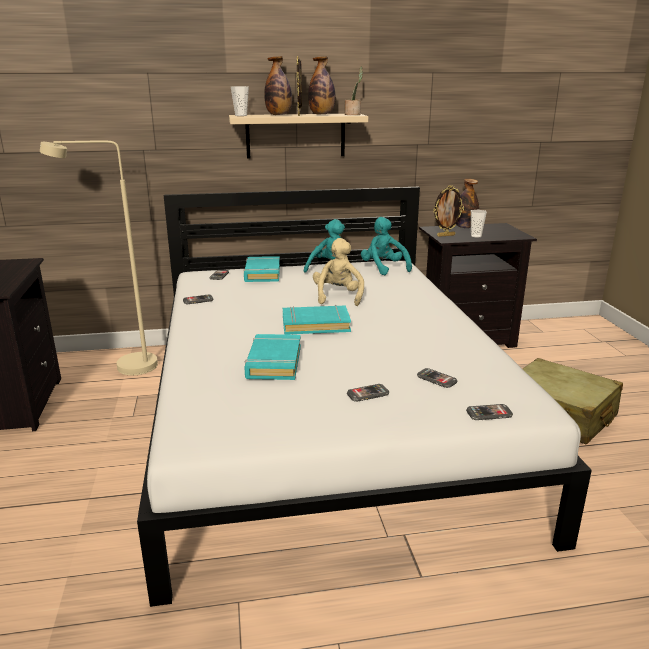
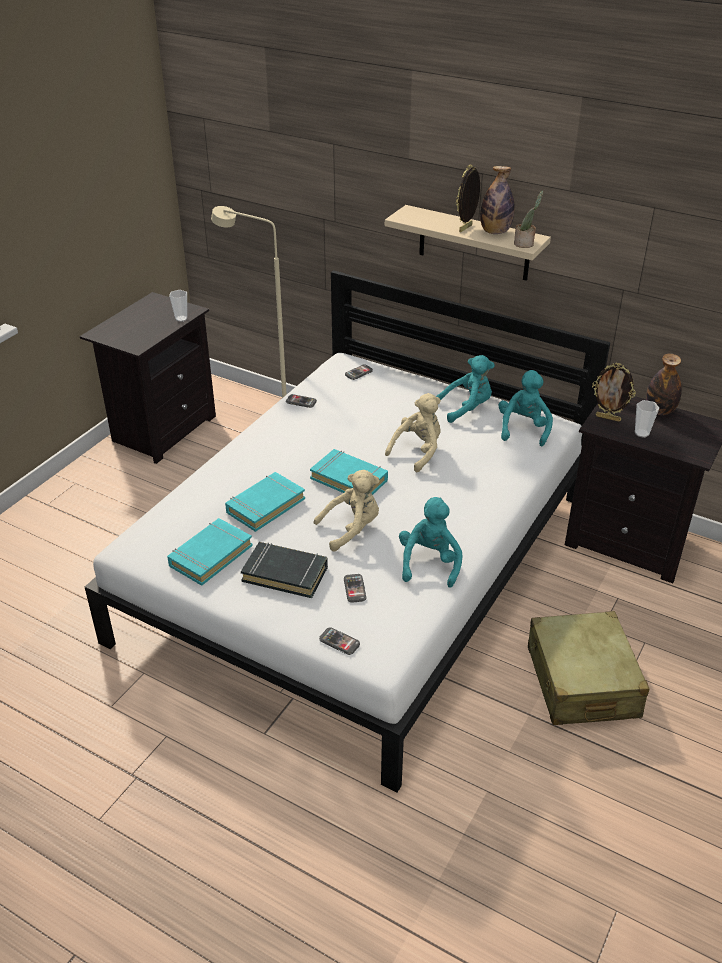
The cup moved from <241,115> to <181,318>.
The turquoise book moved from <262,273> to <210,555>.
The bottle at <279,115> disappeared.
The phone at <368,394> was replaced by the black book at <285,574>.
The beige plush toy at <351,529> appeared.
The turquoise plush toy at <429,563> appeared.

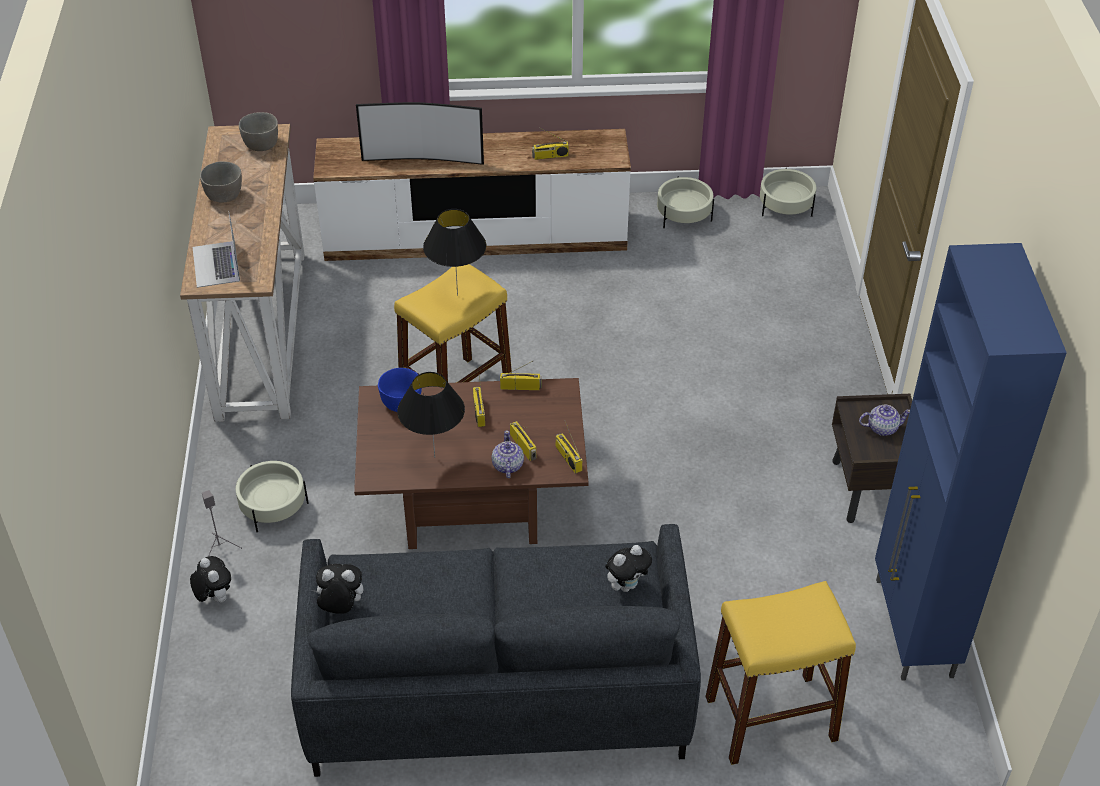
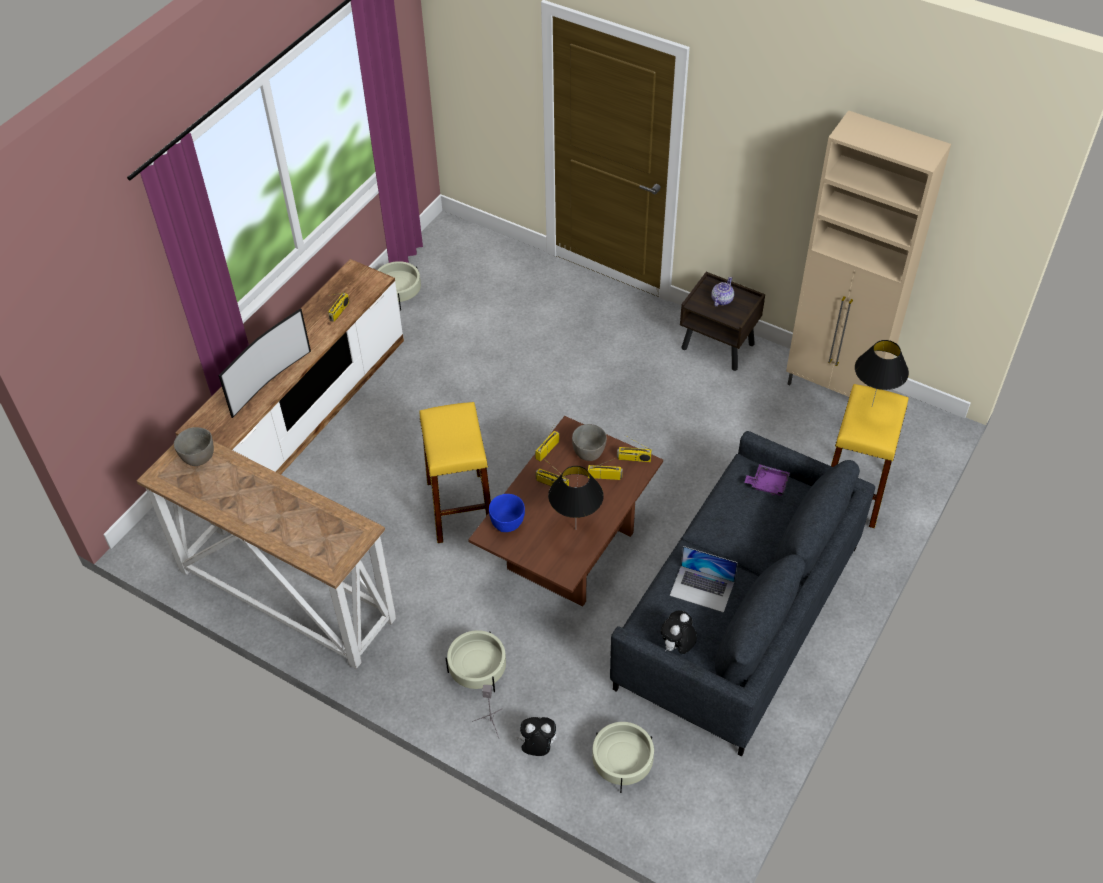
The laptop moved from <216,264> to <702,588>.
The grey bowl moved from <225,196> to <589,452>.
The black table lamp moved from <457,295> to <872,406>.
The teapot at <507,466> disappeared.
The plush toy at <627,585> was replaced by the purple tray at <768,484>.
The beige planter moved from <785,207> to <622,763>.
The blue cabinet at <913,629> became the beige cabinet at <834,389>.

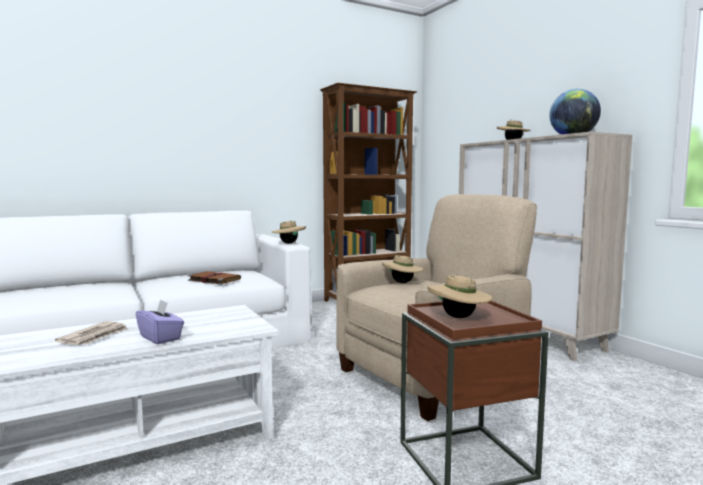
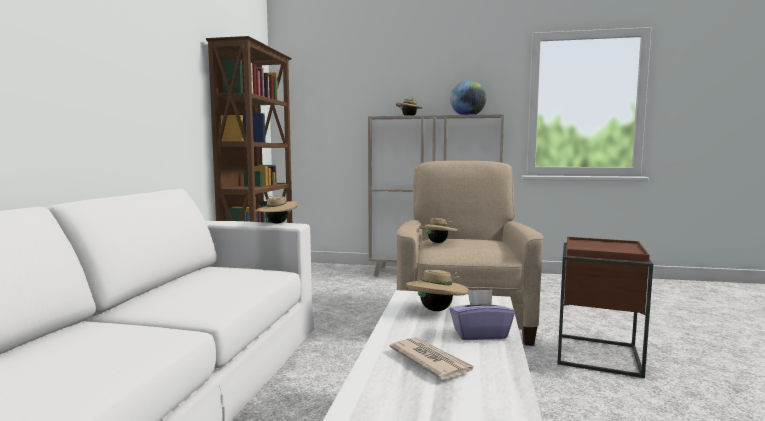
The brown book at <213,280> disappeared.
The beige hat moved from <459,317> to <437,310>.

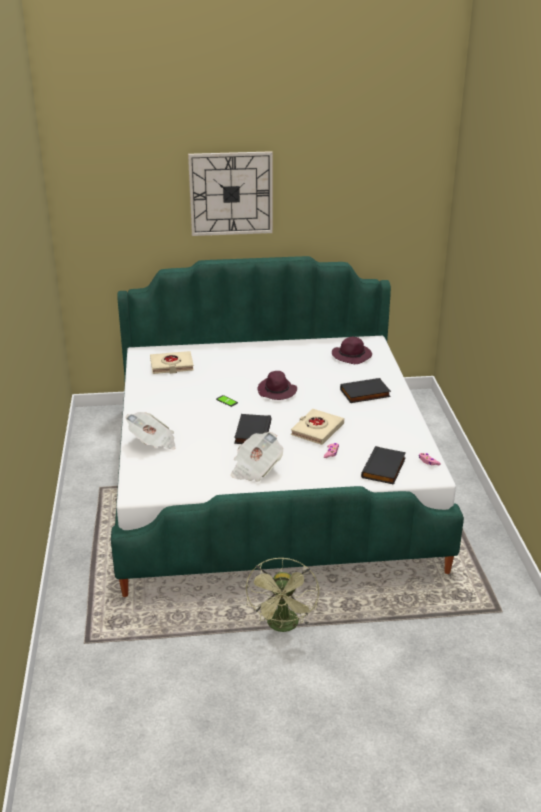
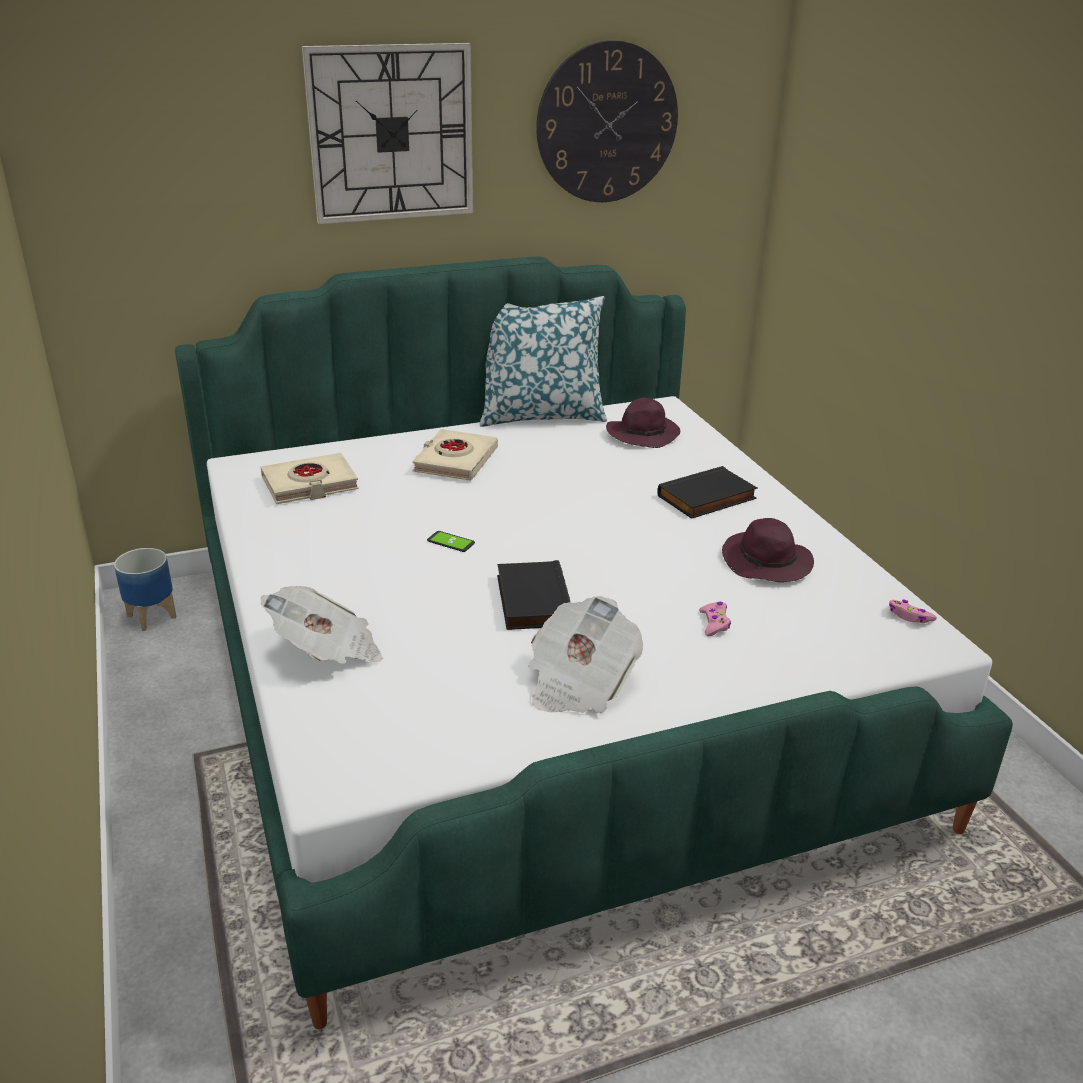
The green fan at <283,627> disappeared.
The purple hat moved from <277,391> to <767,563>.
The beige book moved from <317,430> to <455,461>.
The black book at <384,468> disappeared.
The planter at <151,616> appeared.
The pillow at <540,415> appeared.
The wall clock at <607,123> appeared.

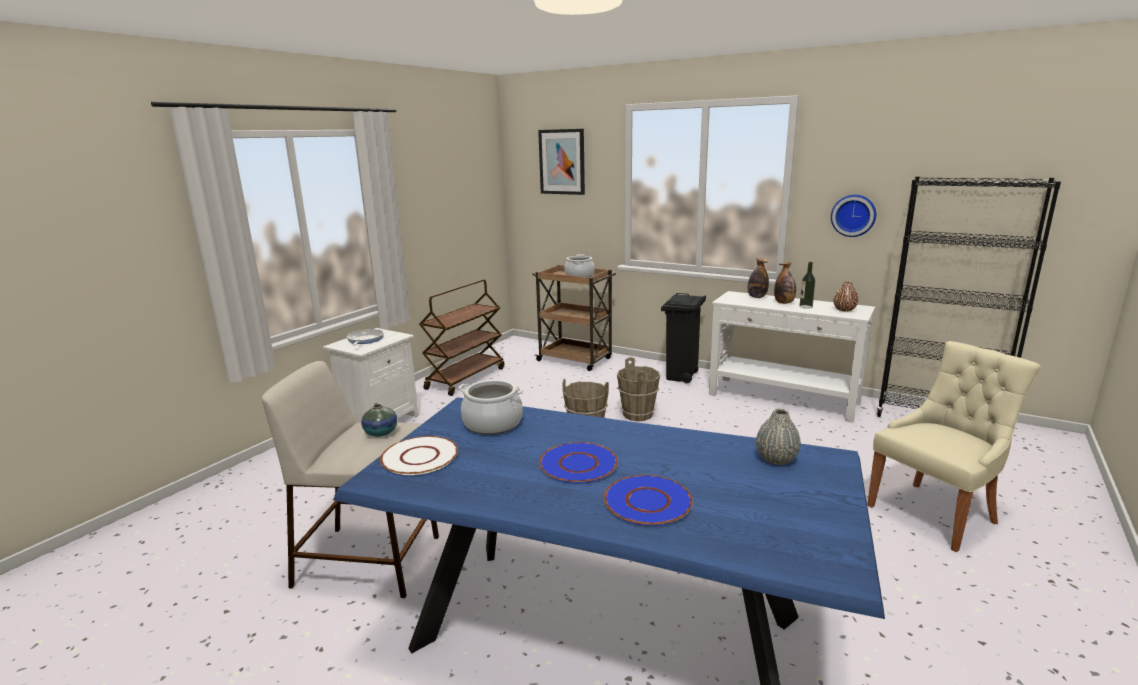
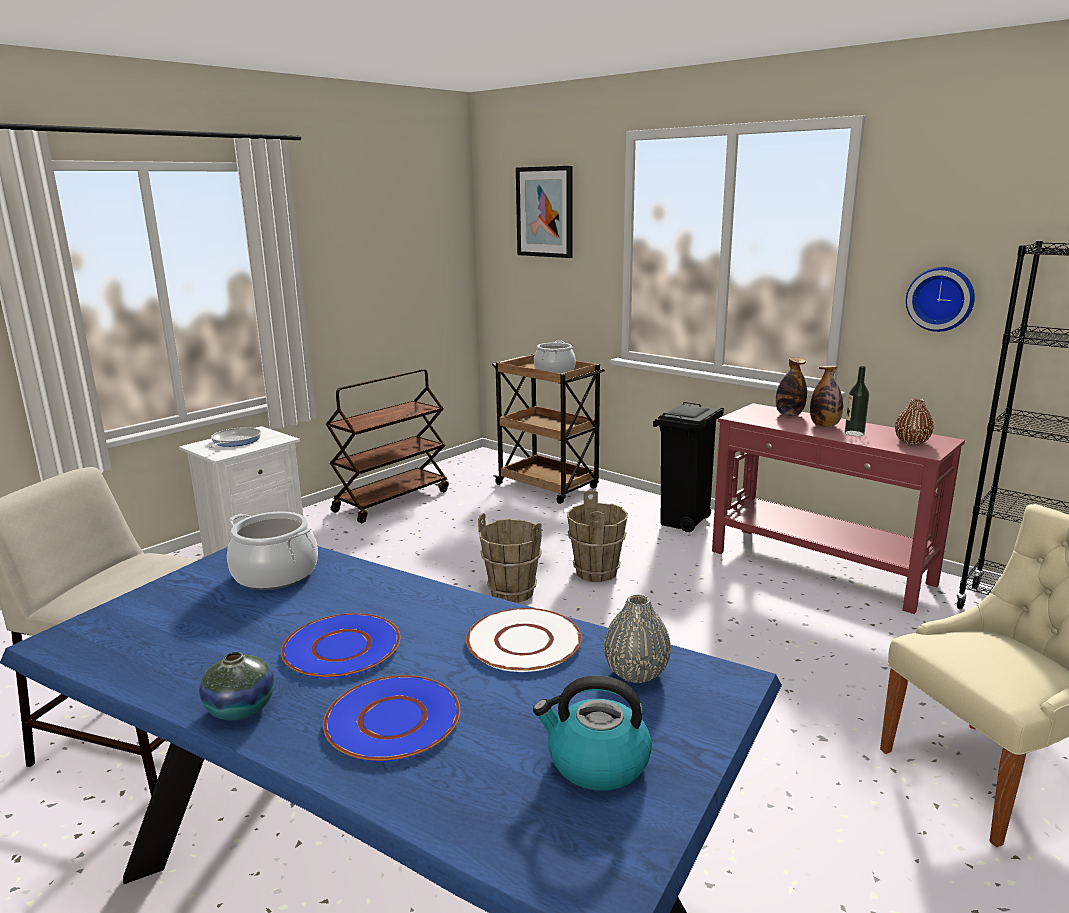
The vase moved from <381,433> to <240,709>.
The white plate moved from <420,457> to <524,642>.
The white console table at <783,399> became the red console table at <820,568>.
The kettle at <596,762> appeared.

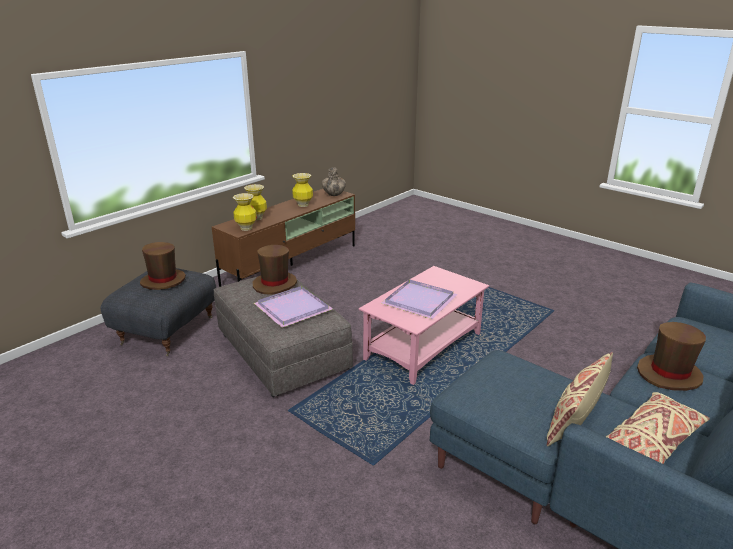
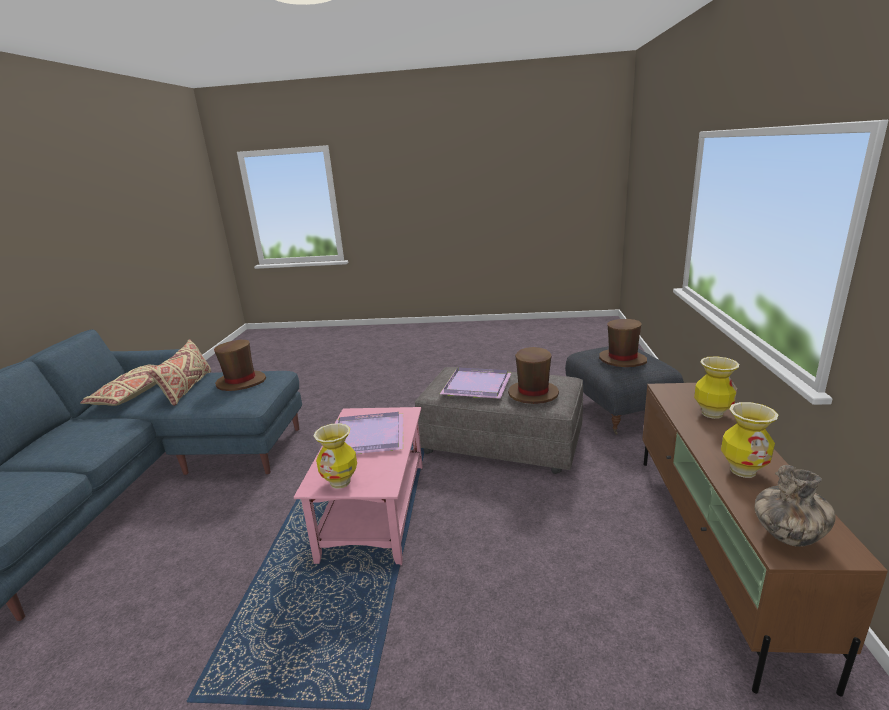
The vase moved from <246,228> to <340,482>.
The brown hat moved from <669,374> to <241,382>.

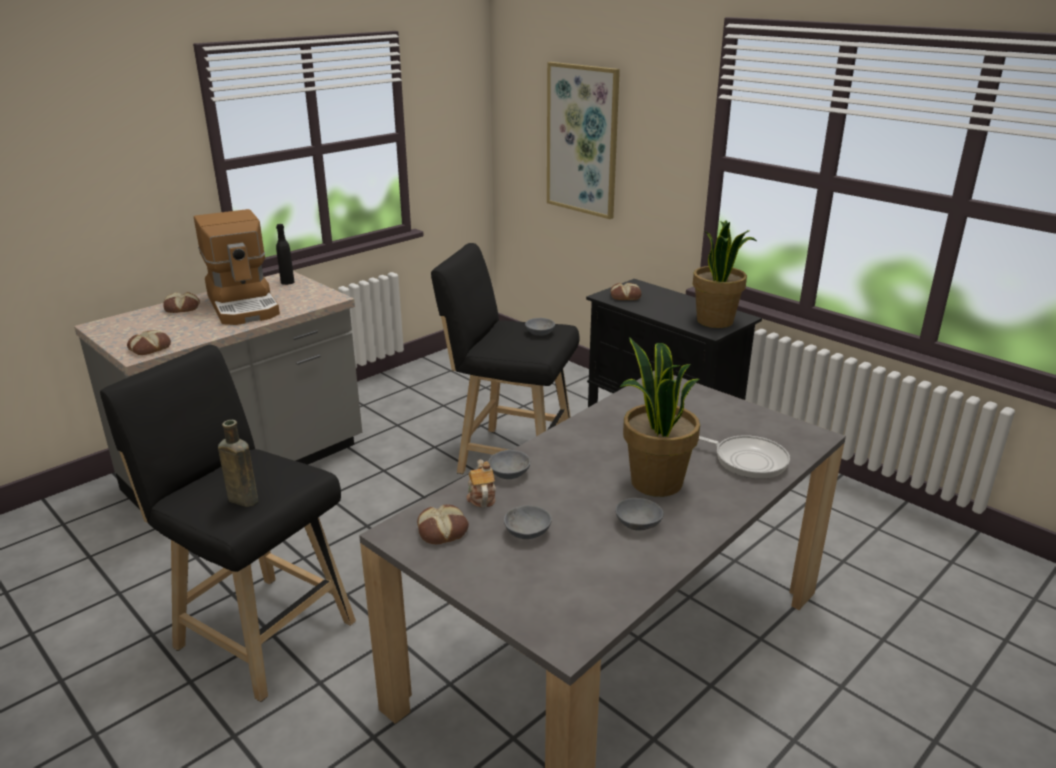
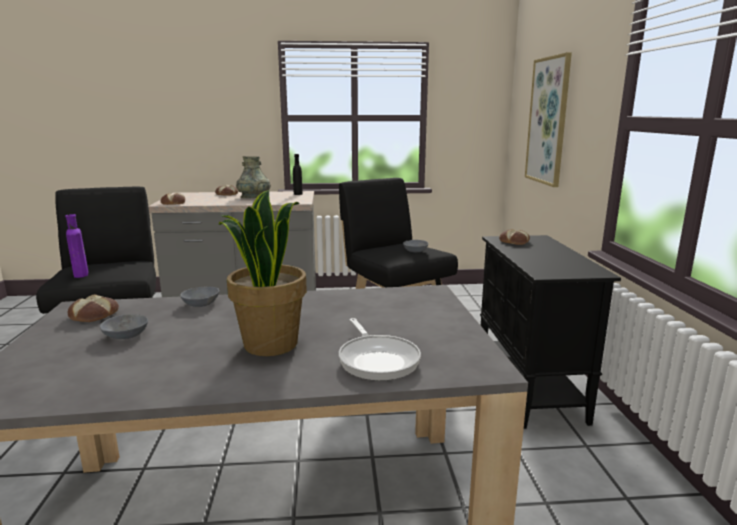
The coffee machine at <244,305> was replaced by the grey vase at <254,197>.
The brown bottle at <241,499> became the purple bottle at <81,274>.
The teapot at <481,497> disappeared.
The grey bowl at <639,522> disappeared.
The potted plant at <716,321> disappeared.

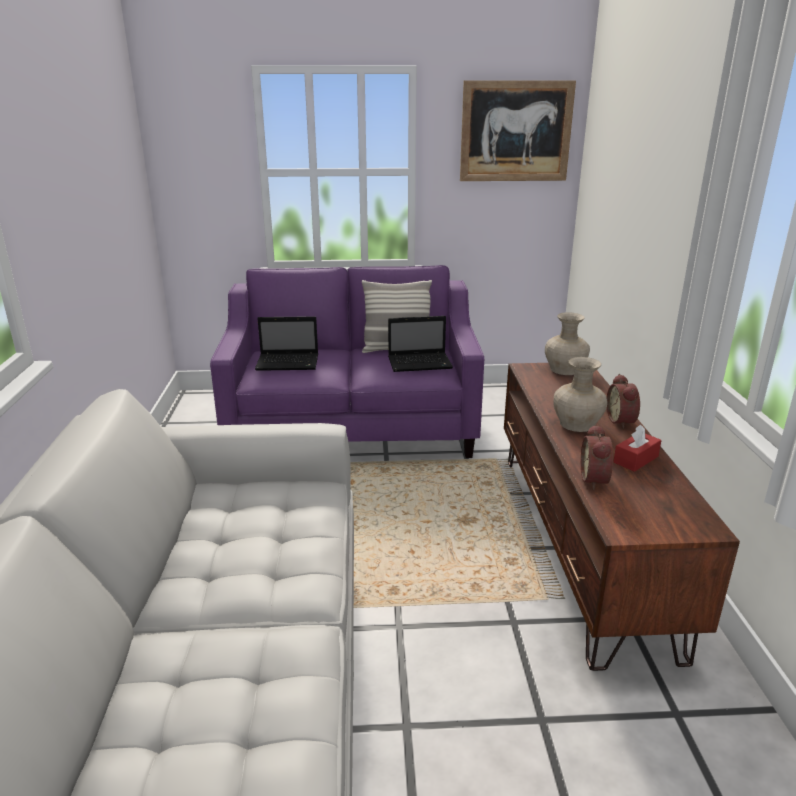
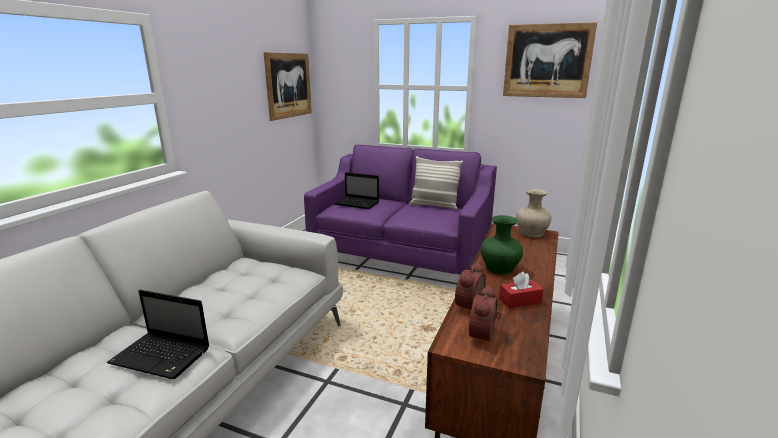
The laptop moved from <421,363> to <163,356>.
The beige vase at <576,423> became the green vase at <499,268>.
The alarm clock moved from <622,421> to <484,336>.
The picture at <288,85> appeared.

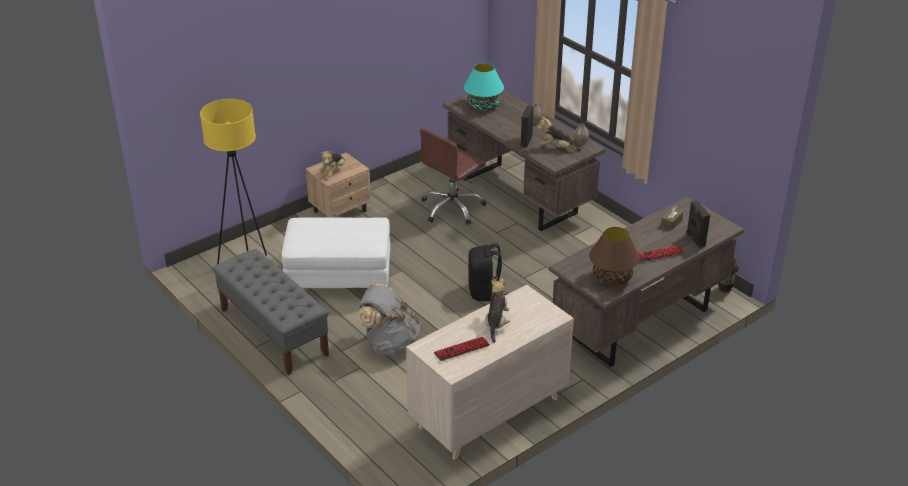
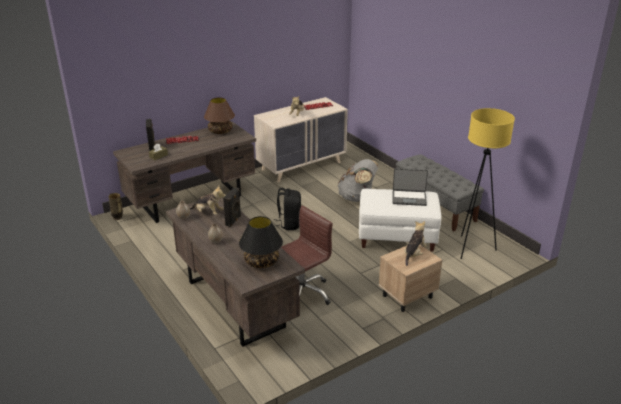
The turquoise table lamp at <483,106> became the black table lamp at <261,261>.
The laptop at <409,198> appeared.

